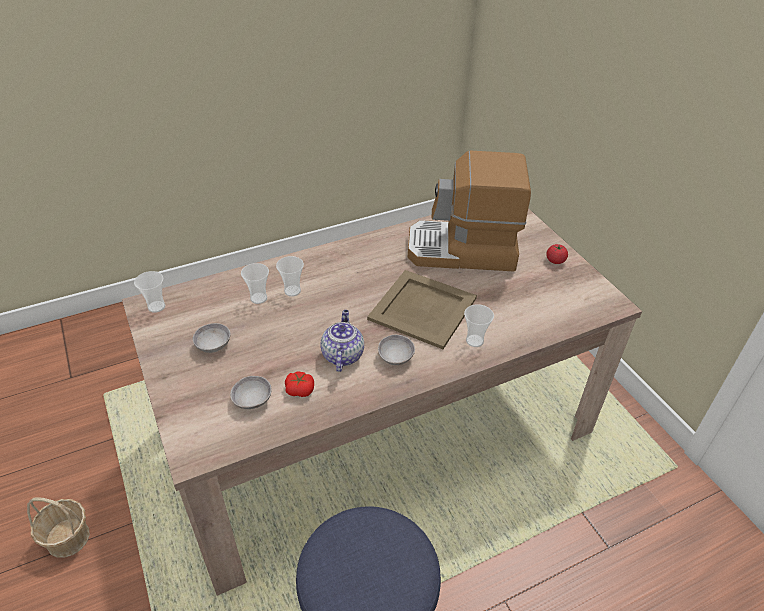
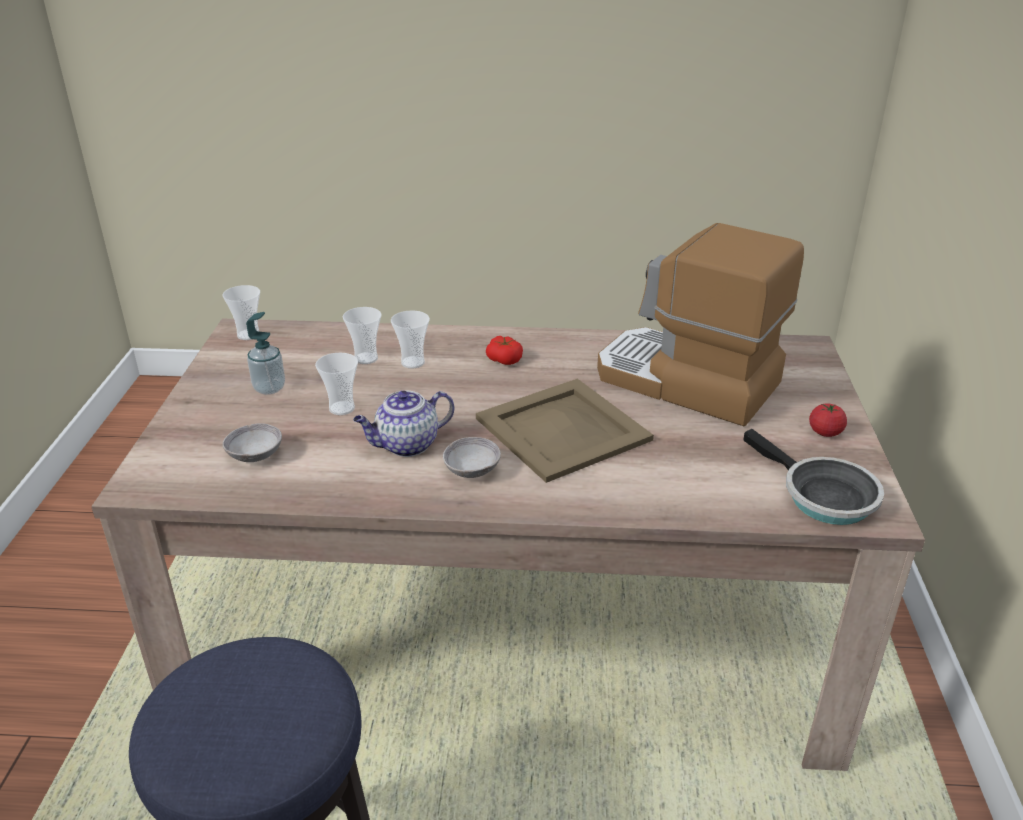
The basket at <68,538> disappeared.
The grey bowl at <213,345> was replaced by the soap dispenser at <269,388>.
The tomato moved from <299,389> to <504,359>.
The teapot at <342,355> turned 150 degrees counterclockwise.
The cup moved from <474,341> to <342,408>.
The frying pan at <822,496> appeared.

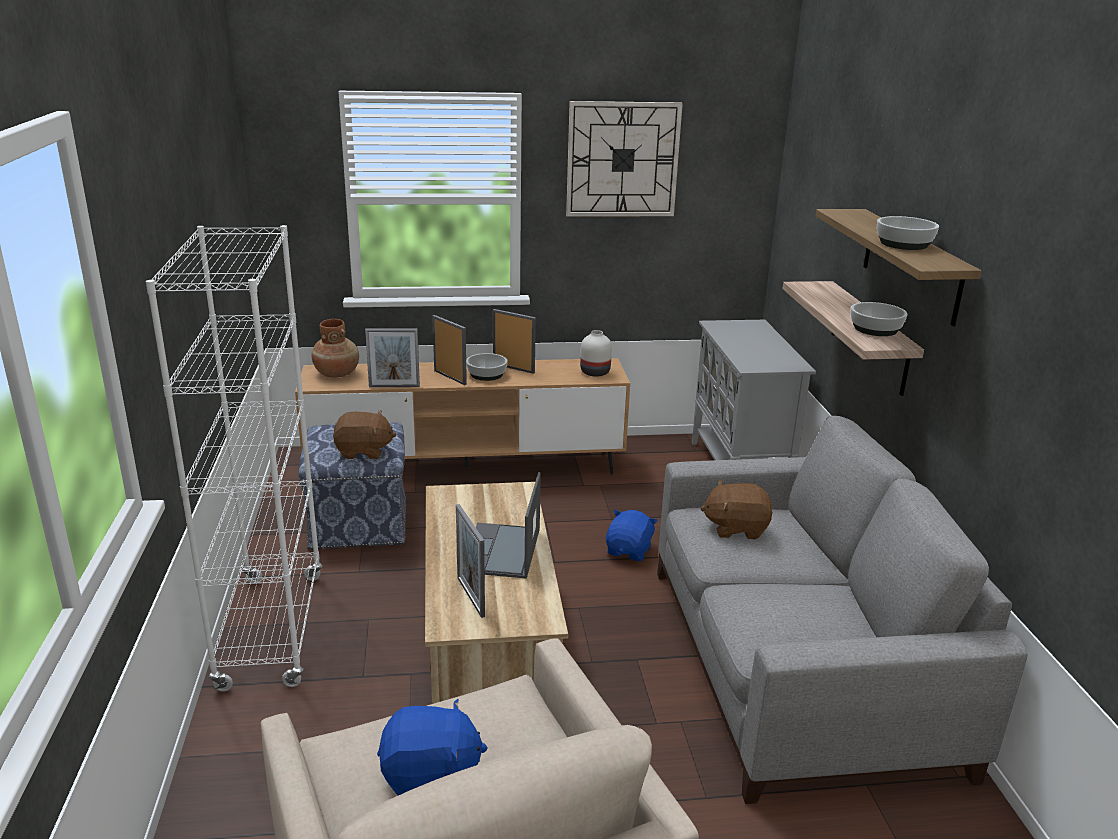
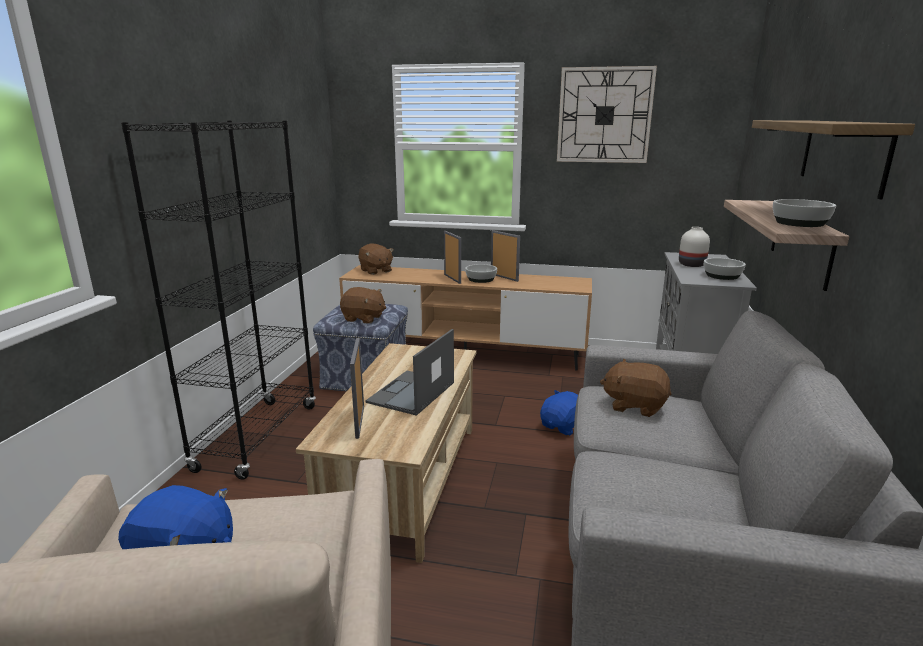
The white bookcase at <272,630> became the black bookcase at <257,437>.
The brown vase at <337,373> was replaced by the brown plush toy at <375,271>.
The picture frame at <394,386> disappeared.
The white vase moved from <594,372> to <691,264>.
The bowl moved from <903,244> to <722,275>.

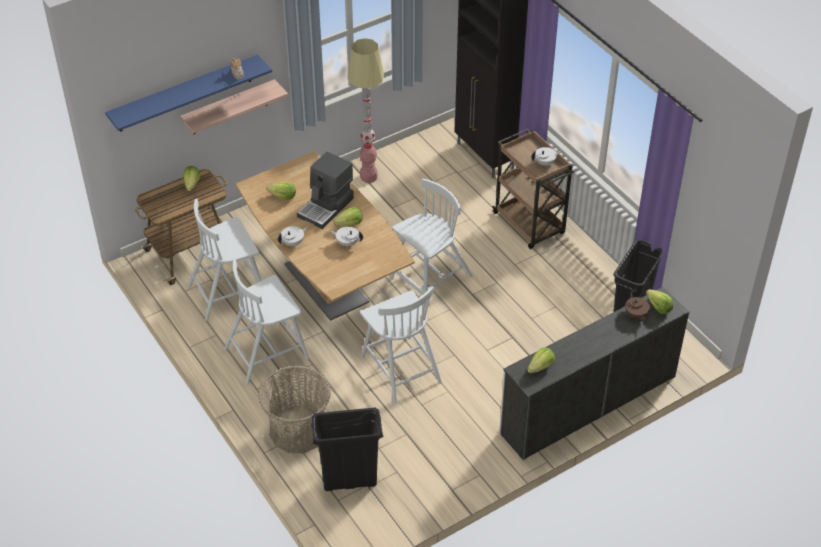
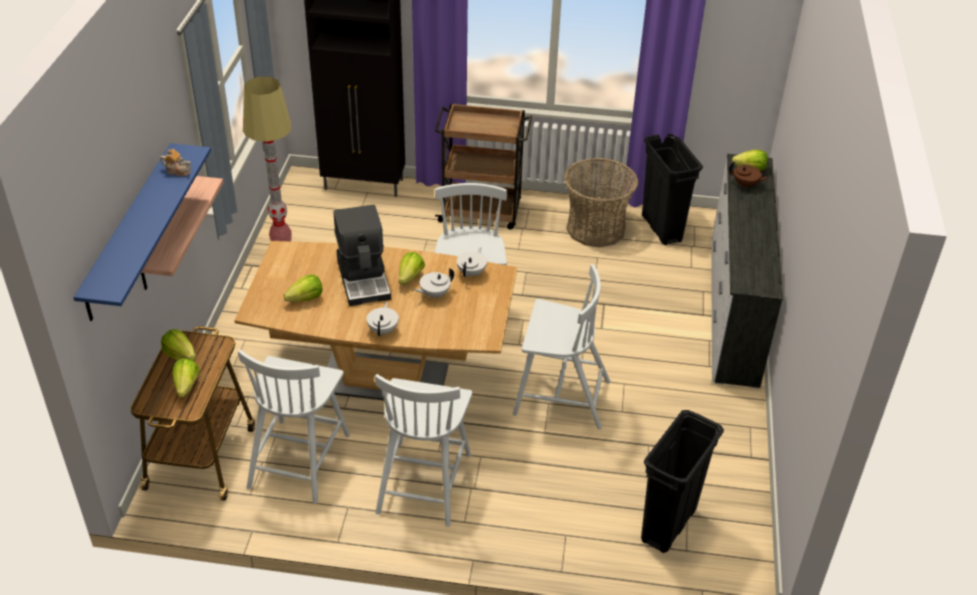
The basket moved from <297,430> to <595,228>.
The lettuce moved from <541,367> to <186,386>.
The white teapot moved from <545,163> to <472,273>.

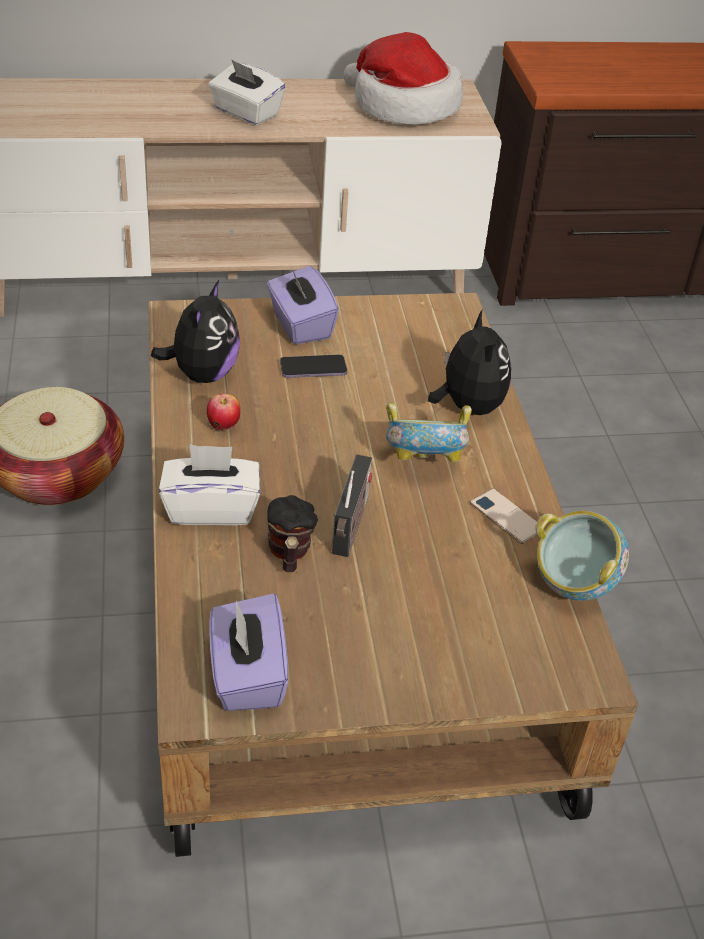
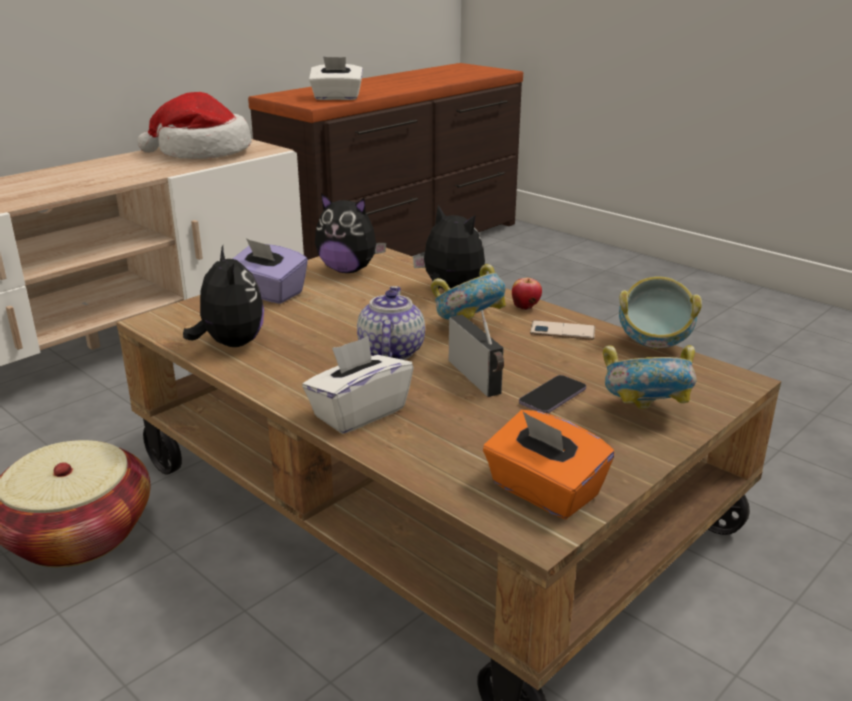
The apple moved from <224,427> to <525,308>.
The white tissue box moved from <246,113> to <337,98>.
The purple tissue box at <247,675> became the orange tissue box at <543,492>.
The mug at <289,554> disappeared.
The phone moved from <313,368> to <552,397>.
The plush toy at <348,270> appeared.
The teapot at <390,351> appeared.
The bowl at <645,413> appeared.

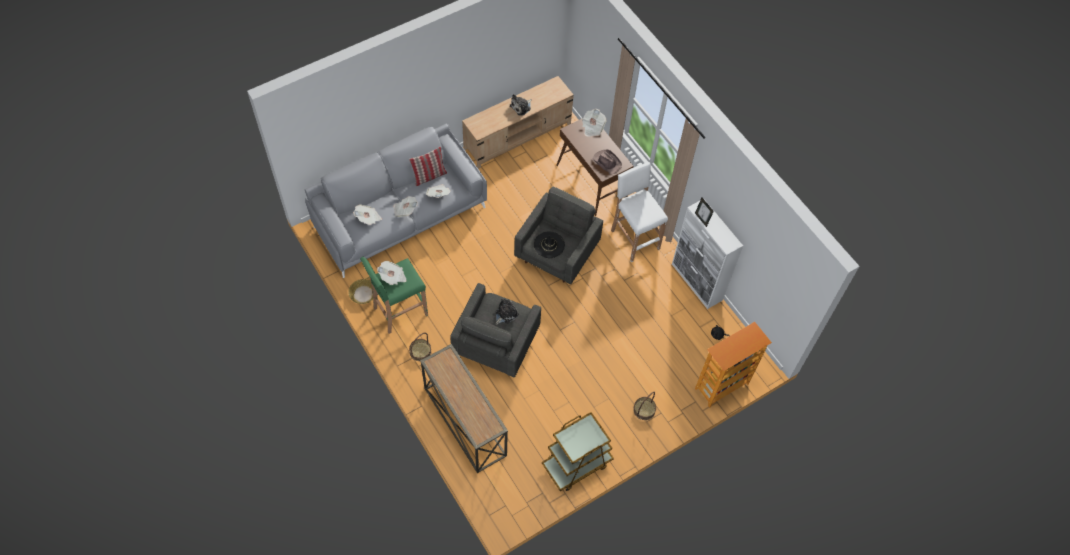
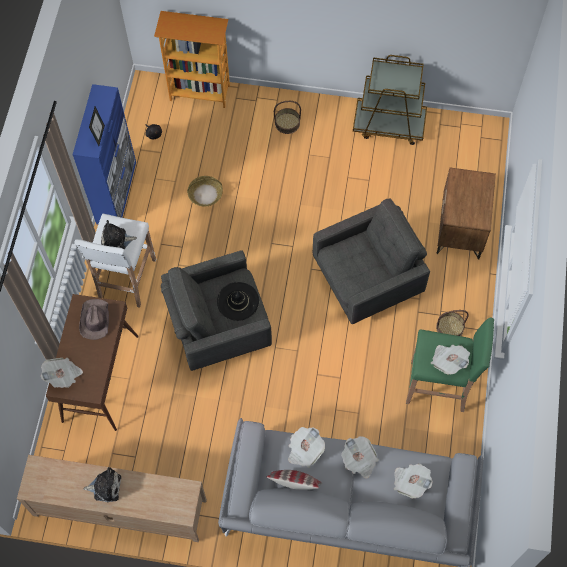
The basket moved from <363,294> to <205,194>.
The console table at <464,422> was replaced by the brown nightstand at <460,230>.
The plush toy moved from <505,314> to <116,240>.
The white cabinet at <697,282> became the blue cabinet at <116,192>.

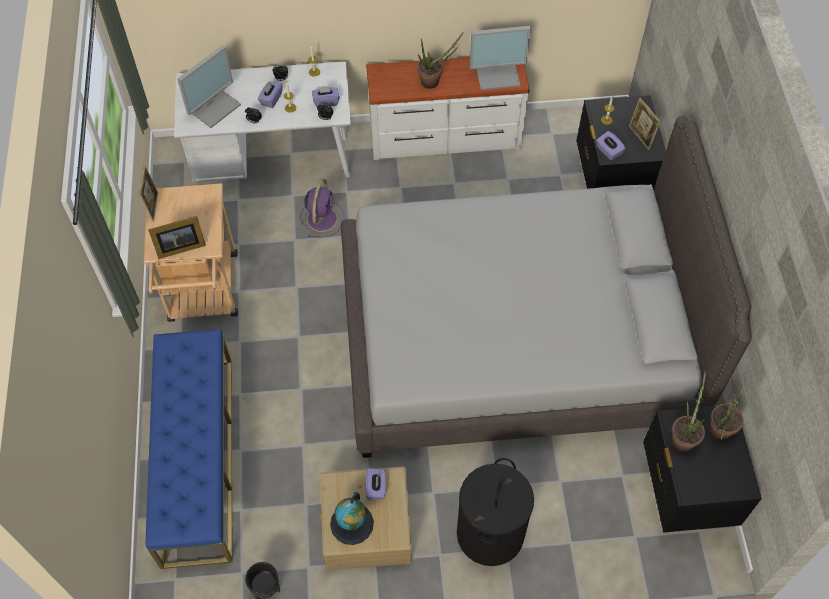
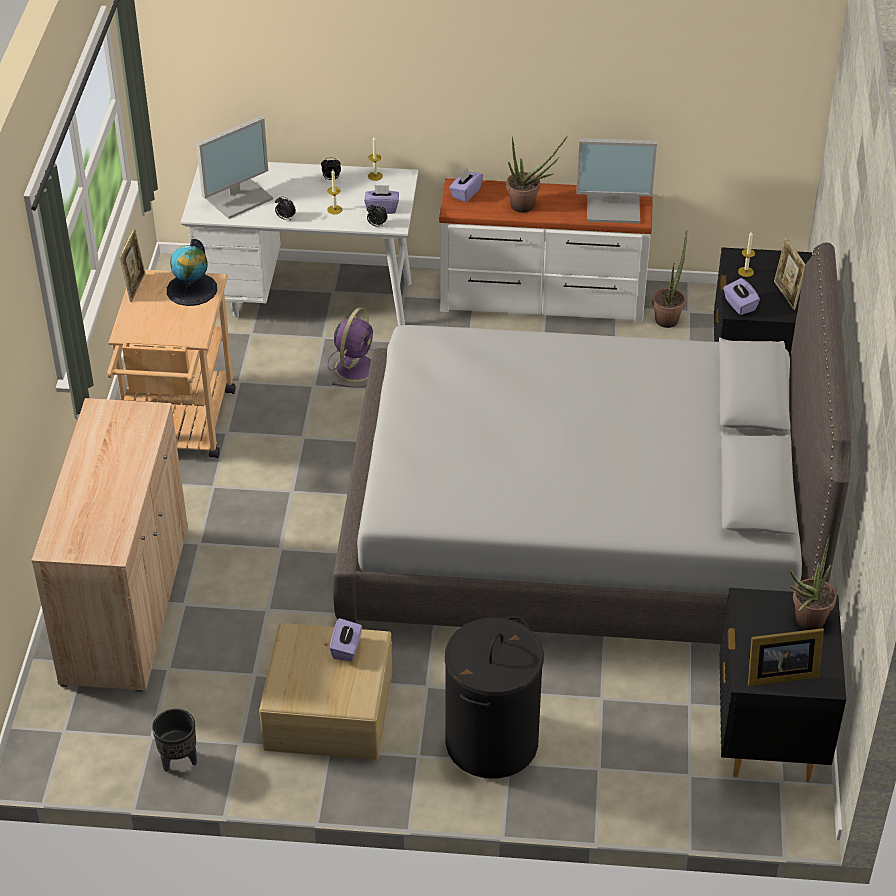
The blue bench at <197,458> was replaced by the beige cabinet at <126,605>.
The picture frame moved from <179,247> to <778,674>.
The purple tissue box moved from <271,99> to <465,193>.
The globe moved from <352,523> to <192,289>.
The potted plant moved from <683,437> to <668,317>.

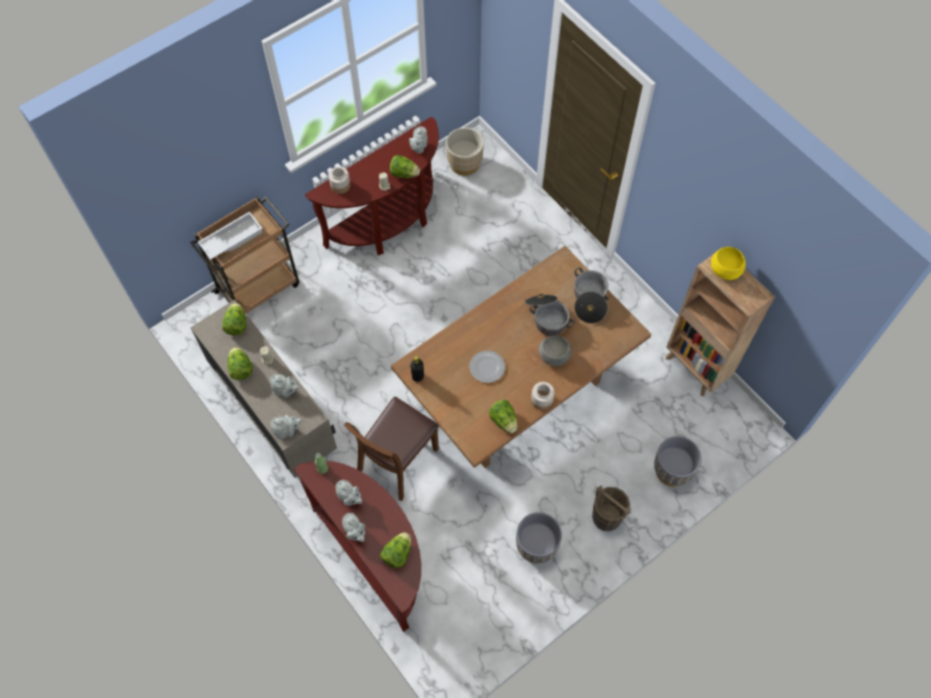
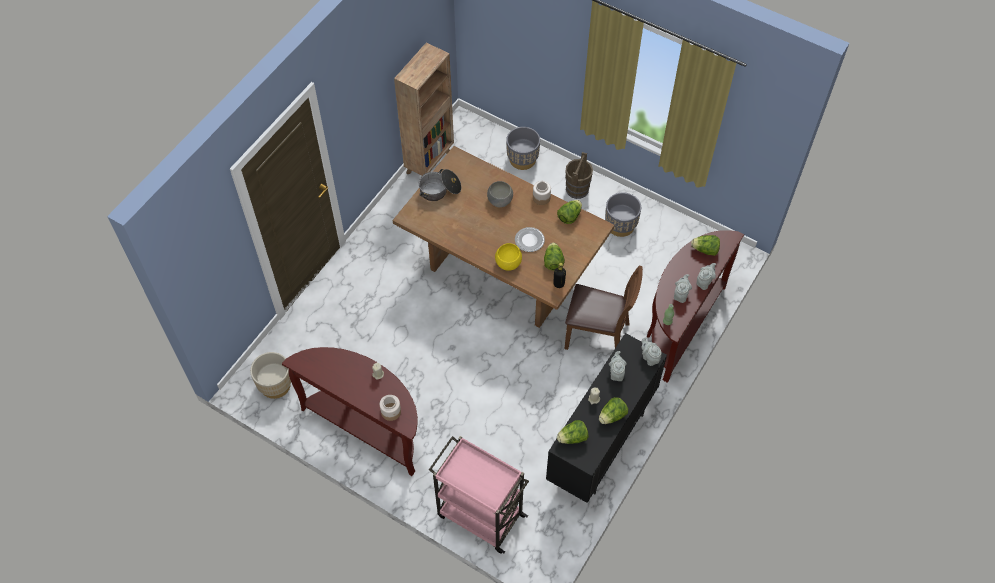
The brown cart at <259,287> became the pink cart at <479,515>.
The beige cabinet at <275,416> became the black cabinet at <601,444>.
The white tray at <231,238> disappeared.
The lettuce moved from <404,173> to <553,262>.
The grey teapot at <418,148> disappeared.
The cooking pot at <547,317> disappeared.
The yellow bowl moved from <724,270> to <508,263>.

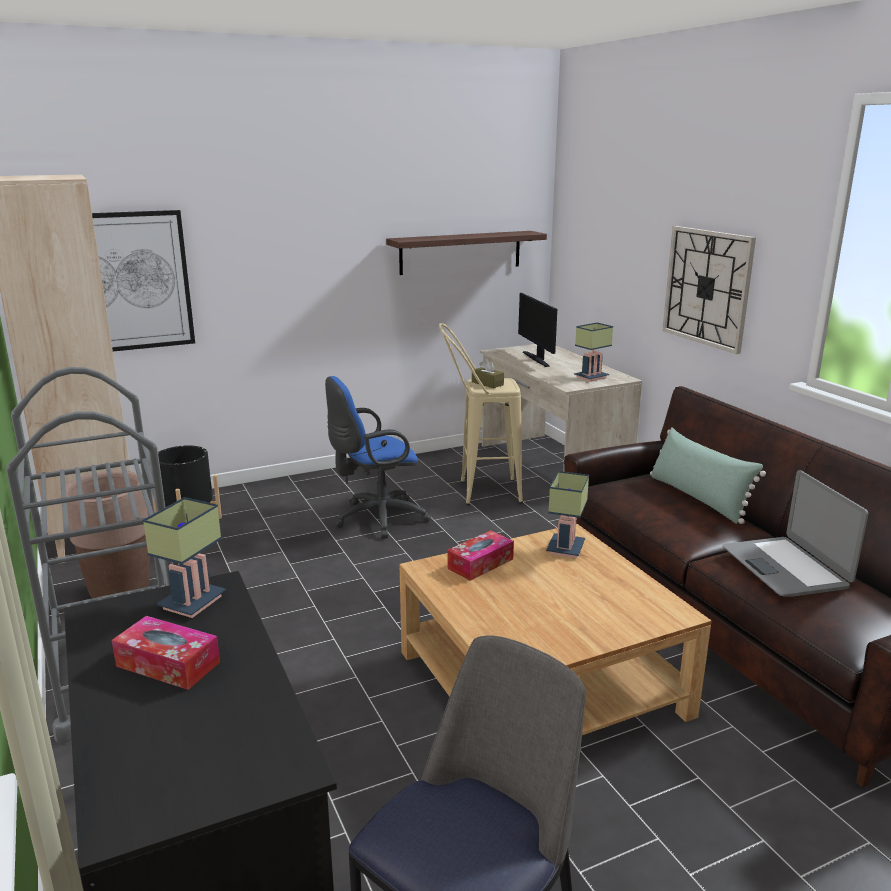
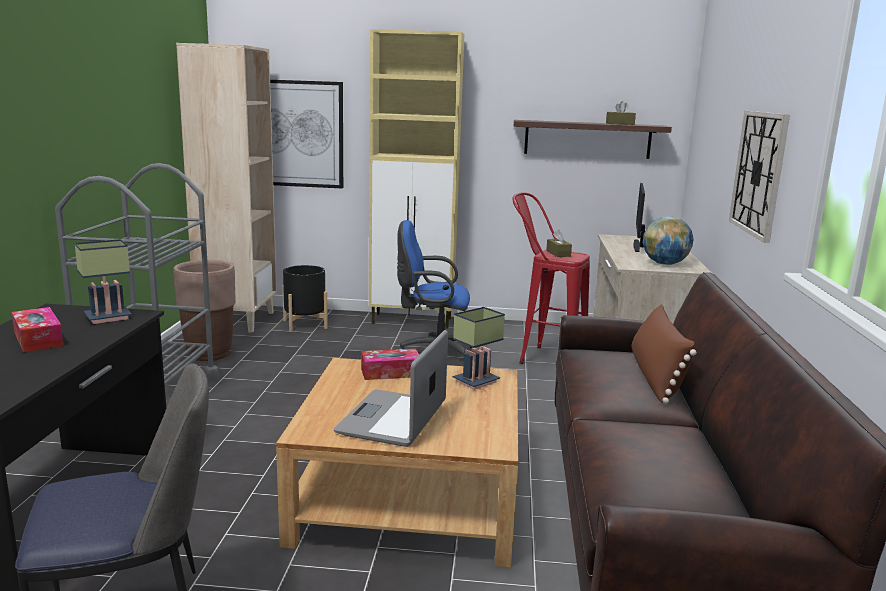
The beige stool at <478,492> became the red stool at <542,358>.
The table lamp at <591,377> was replaced by the globe at <665,264>.
The green pillow at <698,498> became the brown pillow at <656,377>.
The laptop moved from <785,567> to <393,419>.
The beige cabinet at <413,321> appeared.
The brown tissue box at <620,124> appeared.

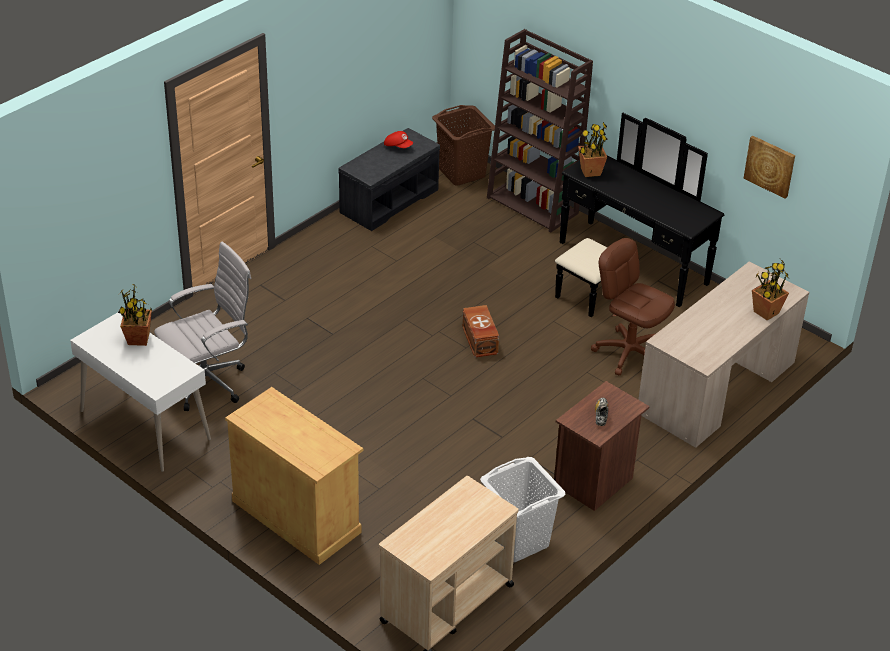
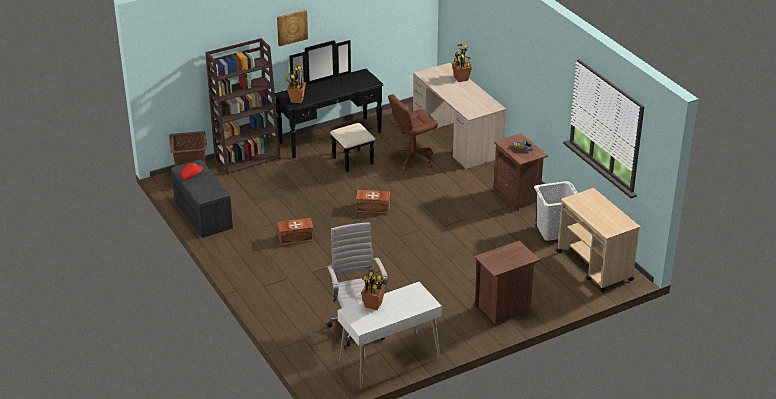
The beige cabinet at <296,516> was replaced by the brown nightstand at <503,308>.
The picture moved from <770,166> to <292,27>.
The brown storage box at <295,238> appeared.

